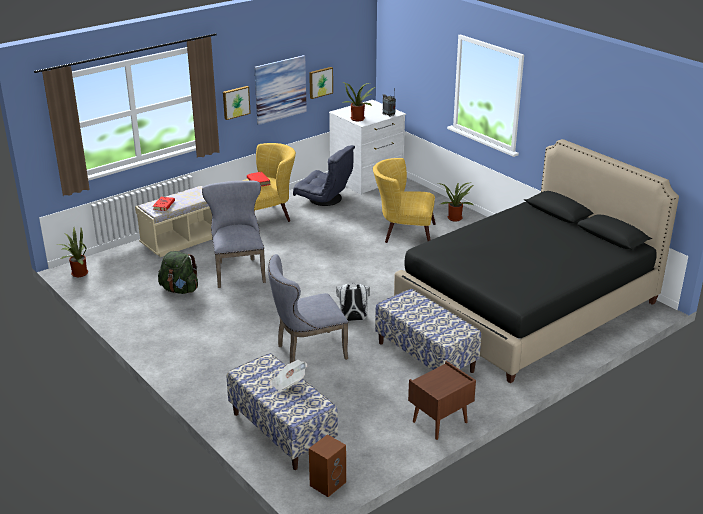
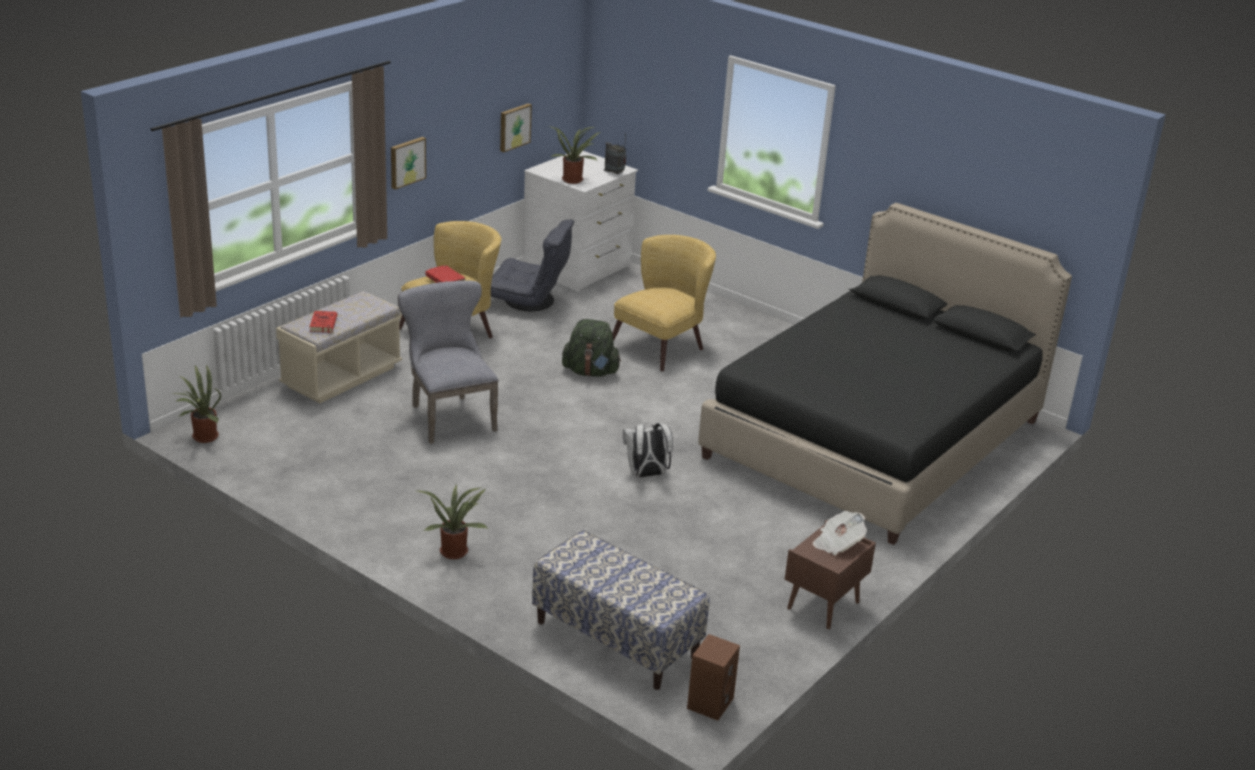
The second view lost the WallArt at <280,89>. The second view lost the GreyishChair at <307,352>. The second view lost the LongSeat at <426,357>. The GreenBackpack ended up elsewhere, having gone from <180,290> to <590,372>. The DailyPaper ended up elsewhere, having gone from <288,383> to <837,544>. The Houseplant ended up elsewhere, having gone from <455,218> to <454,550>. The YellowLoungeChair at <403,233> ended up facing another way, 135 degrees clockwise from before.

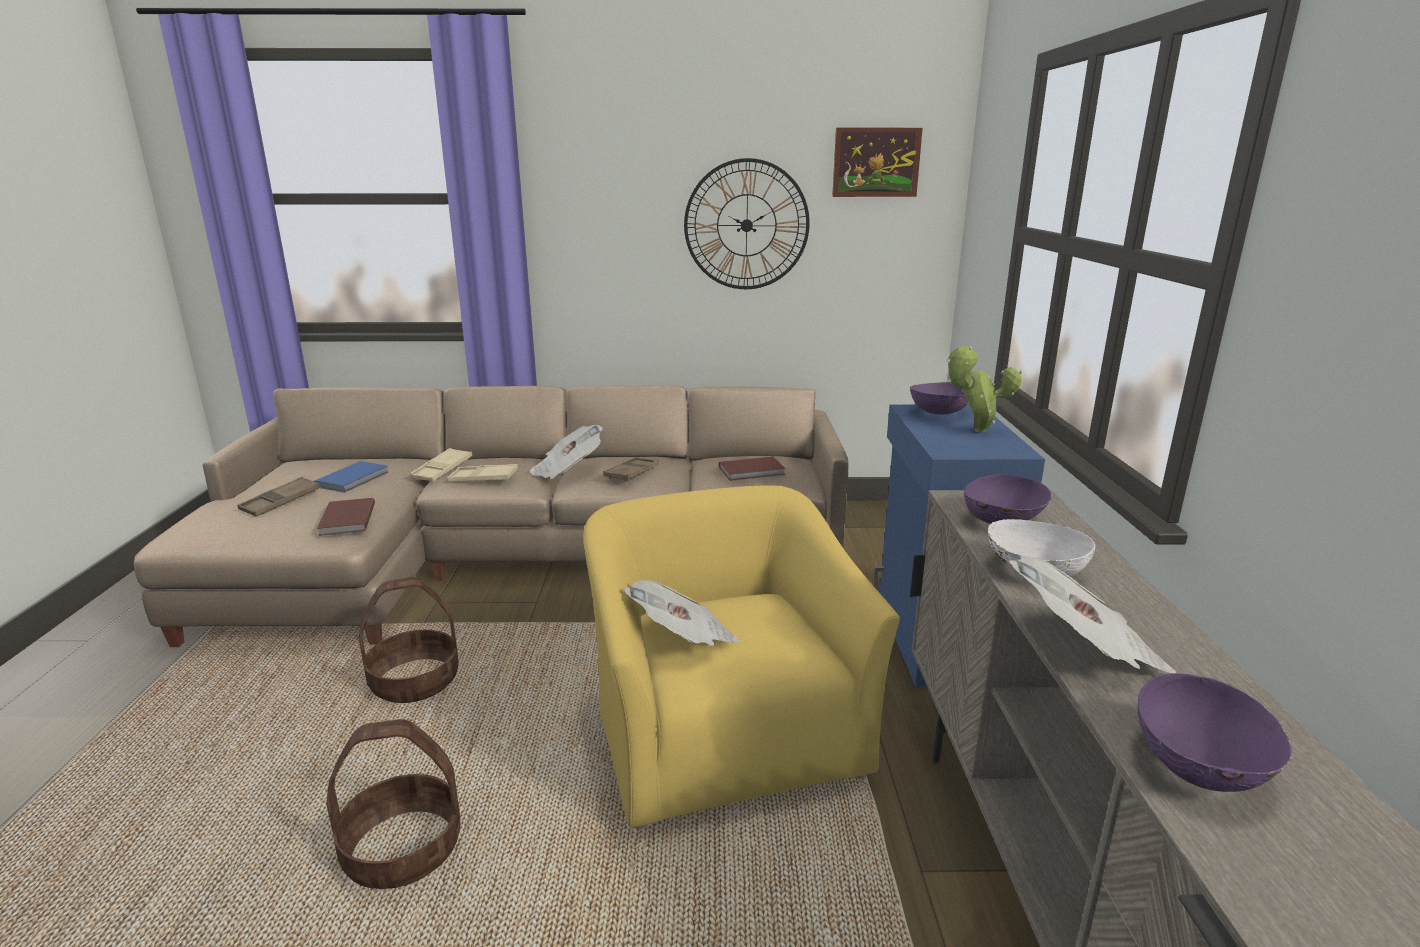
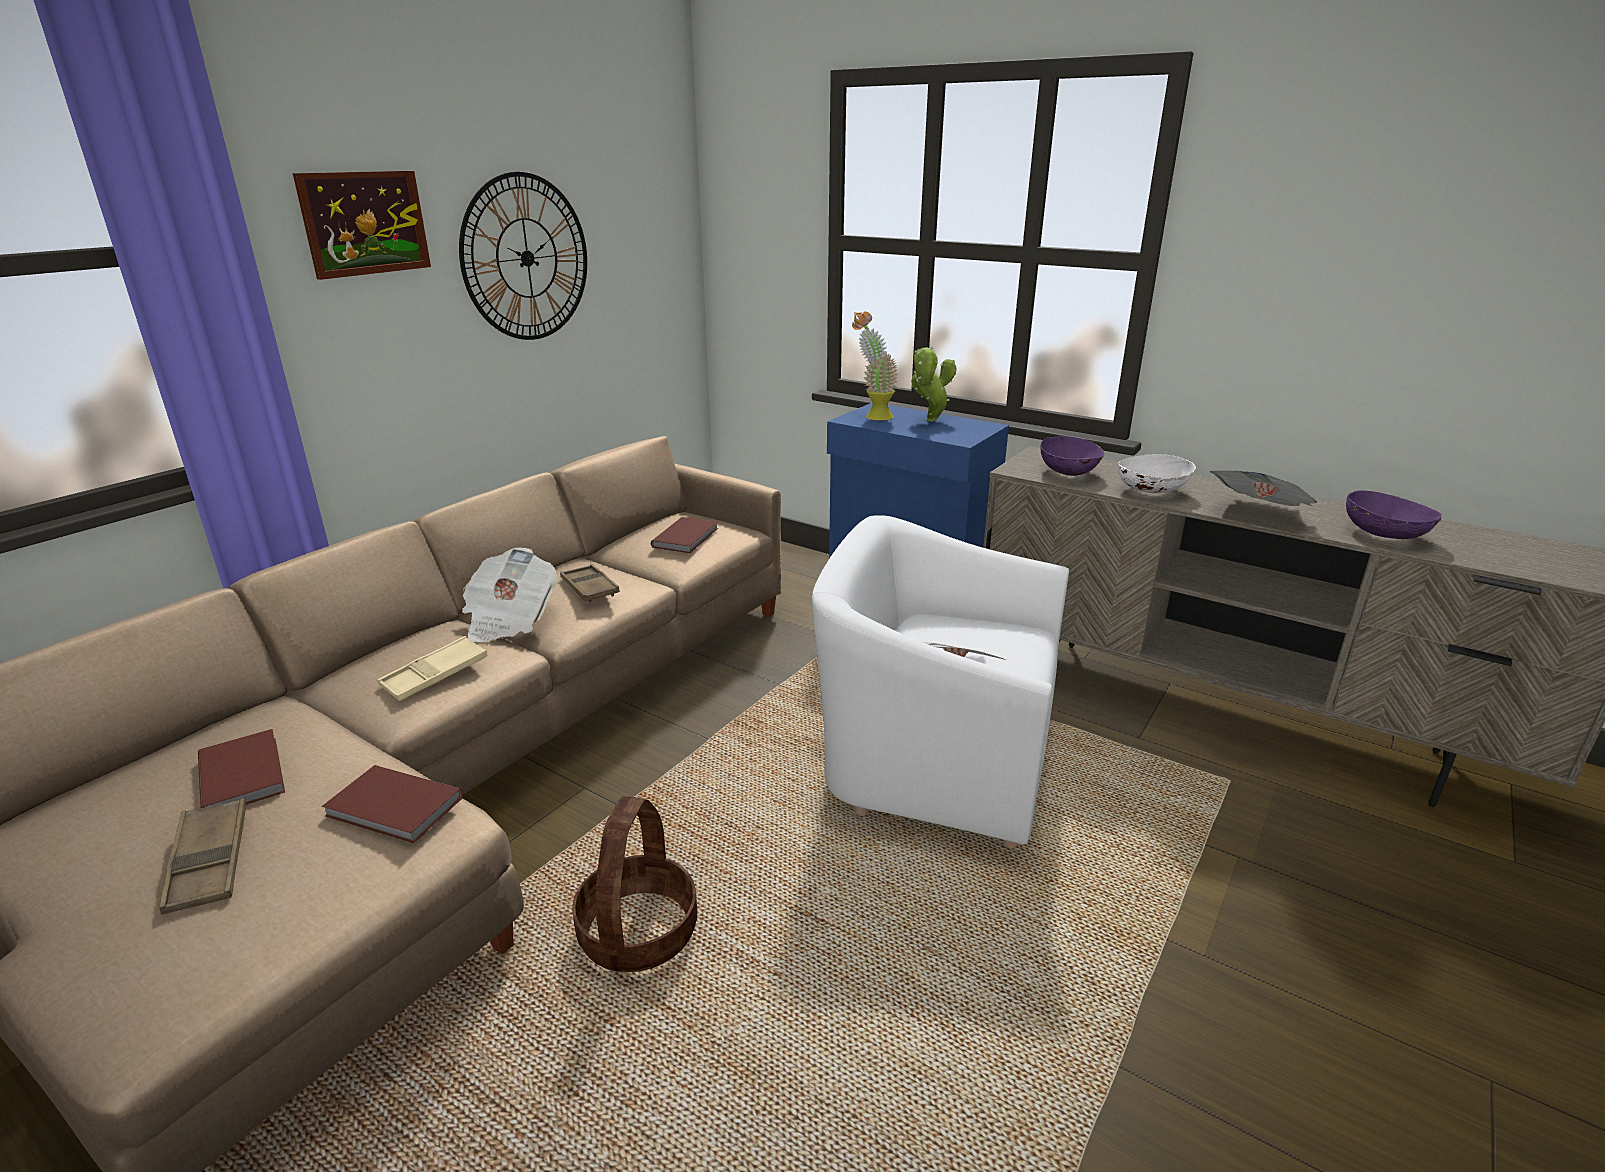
The second view lost the Basket at <404,849>. The second view lost the SandColouredServingTray at <442,469>. The WallArt ended up elsewhere, having gone from <876,162> to <365,223>. Where the PurpleServingBowl stood at <939,412>, the Houseplant came to stand at <872,416>. What was the BlueBoundBook at <354,479> turned into the BrownishBoundBook at <245,773>. What was the YellowLoungeChair at <724,736> turned into the WhitishLoungeChair at <934,758>.

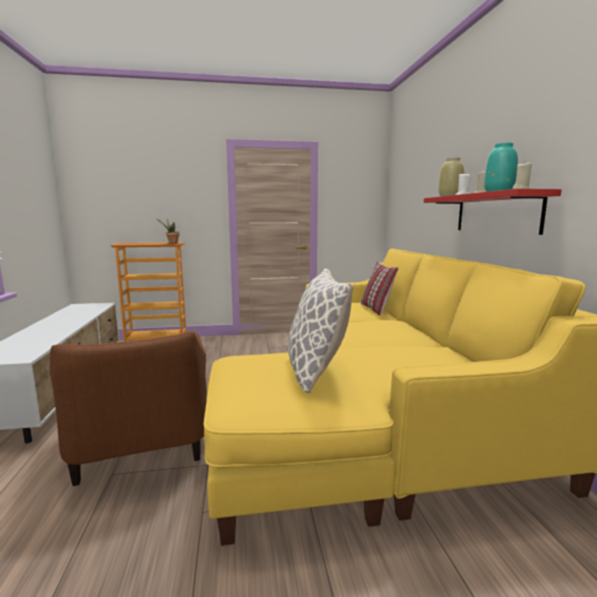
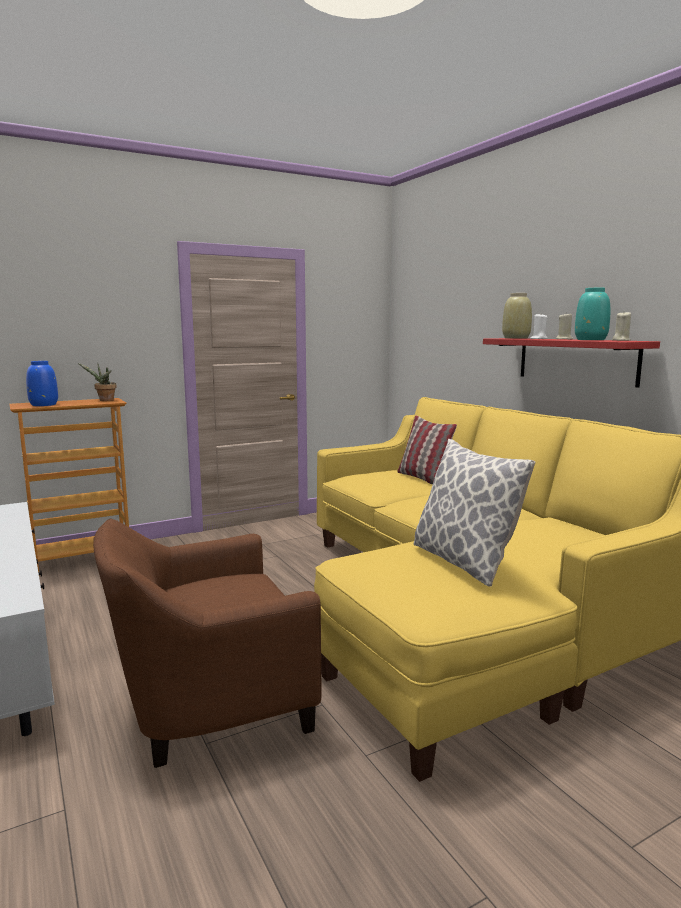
The second view gained the BlueFlowerVase at <44,404>. The BrownishLoungeChair at <141,445> ended up facing another way, 105 degrees clockwise from before.

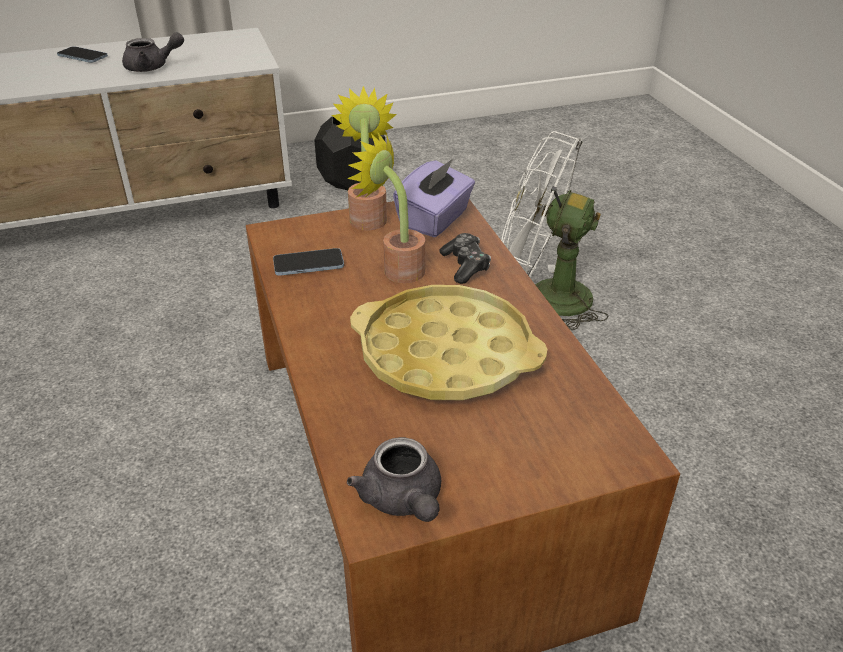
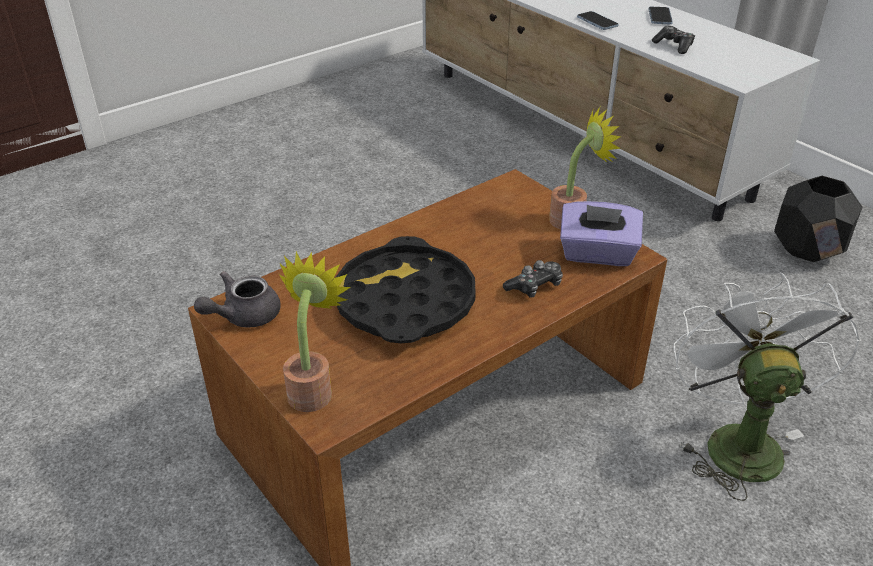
The Telephone ended up elsewhere, having gone from <308,264> to <597,22>. The Houseplant ended up elsewhere, having gone from <397,268> to <313,389>. Where the GreyishPotForTea stood at <152,67>, the Joypad came to stand at <674,46>. What was the YellowServingTray at <446,354> turned into the BlackServingTray at <405,301>.

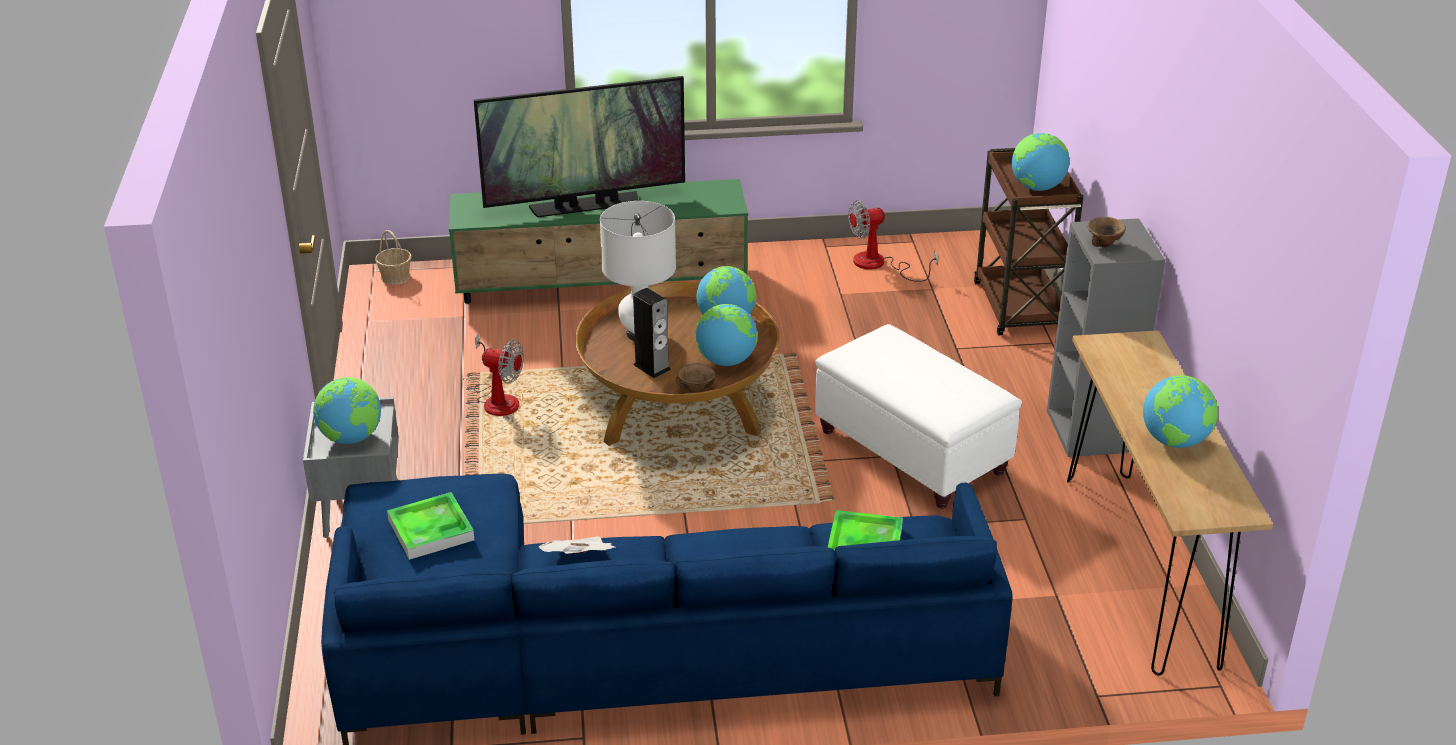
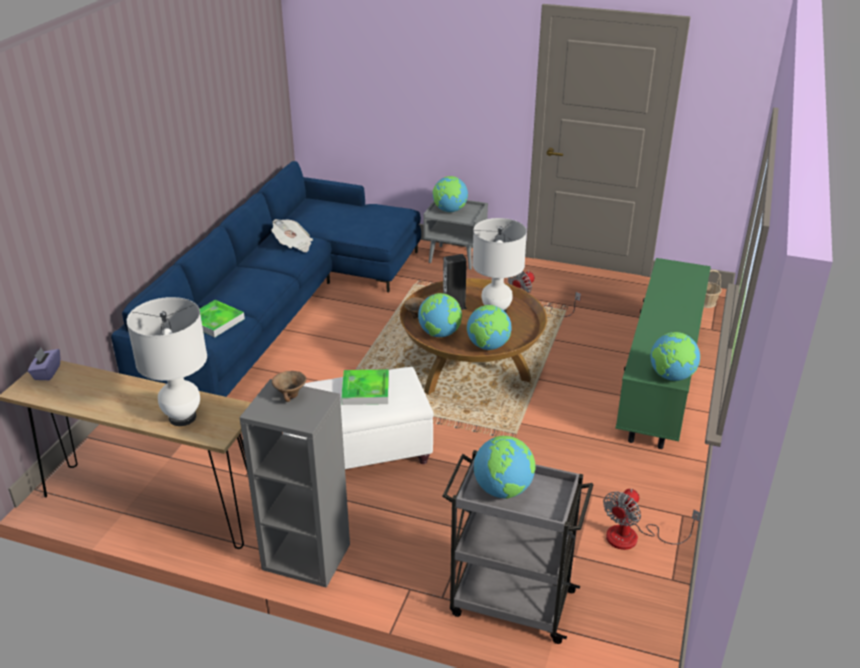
The second view lost the Television at <585,205>. The second view gained the PurpleBoxOfTissues at <47,372>. The second view gained the WhitishTabletopLamp at <183,417>. The ServingTray ended up elsewhere, having gone from <431,530> to <365,390>. The WorldGlobe ended up elsewhere, having gone from <1175,441> to <671,376>. What was the BrownishCart at <1019,309> turned into the GreyishCart at <510,602>. The ElectricFan at <879,265> ended up facing another way, 150 degrees counterclockwise from before.

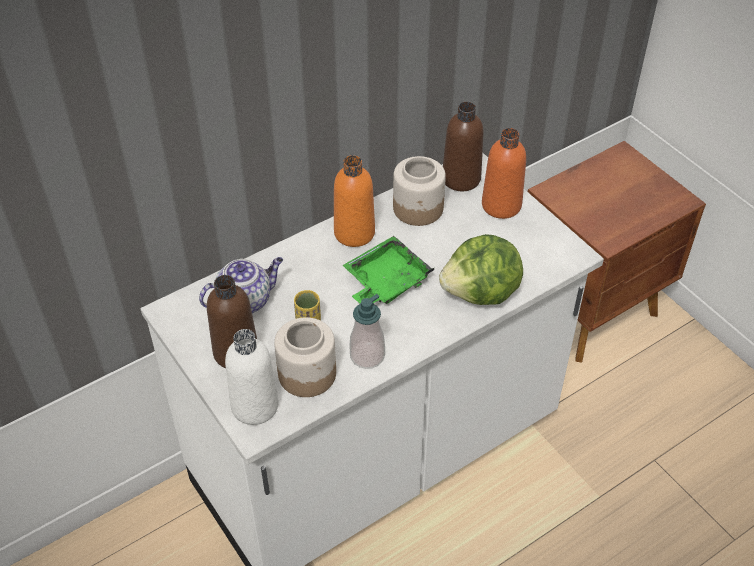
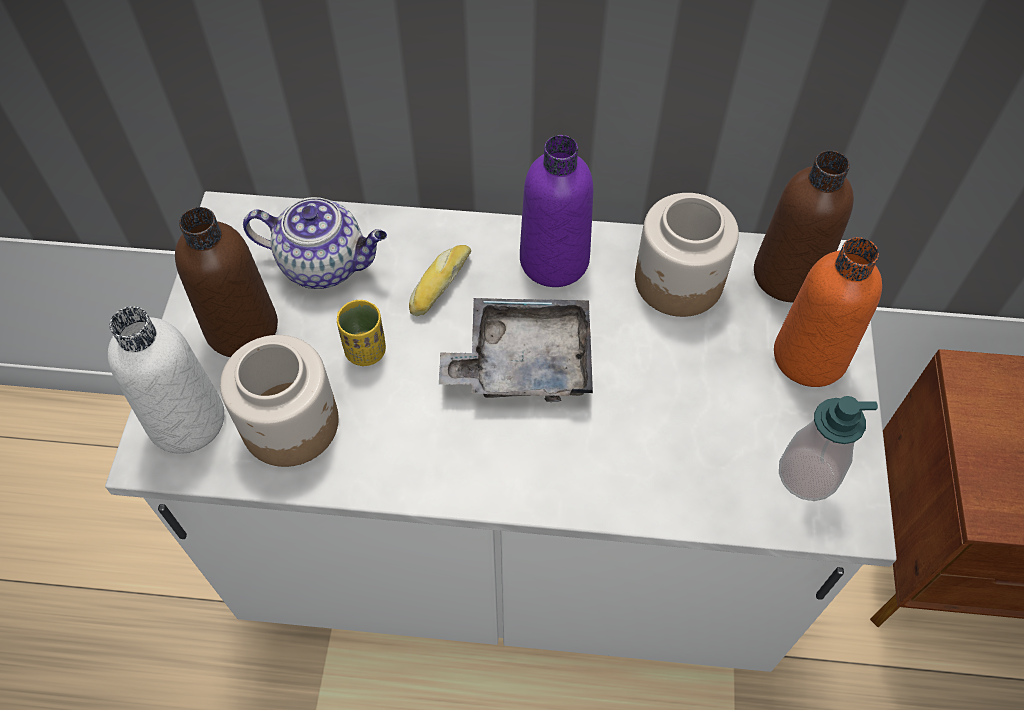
The second view lost the HeadOfLettuce at <481,293>. The second view gained the Bread at <439,284>. The SoapDispenser ended up elsewhere, having gone from <367,356> to <807,474>. What was the OrangeyDrinkBottle at <354,233> turned into the PurpleDrinkBottle at <554,260>. What was the GreenServingTray at <385,282> turned into the GreyishServingTray at <523,362>.

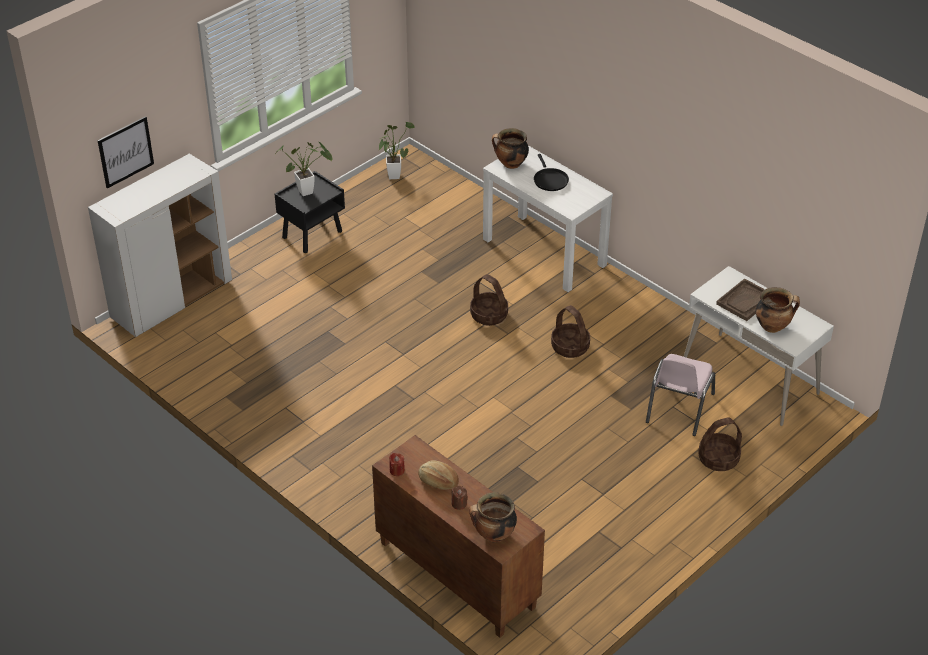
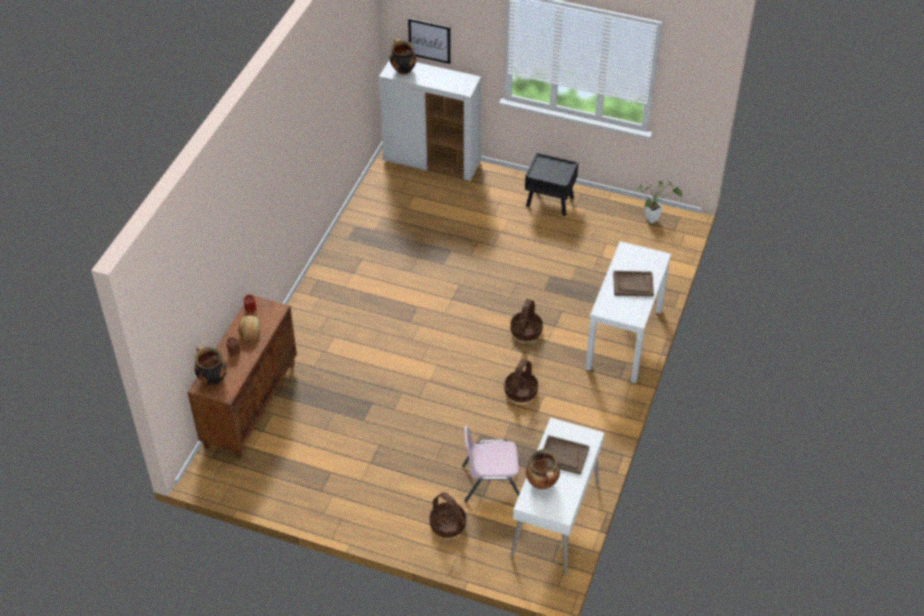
The second view lost the Houseplant at <309,191>. The Saucepot ended up elsewhere, having gone from <510,164> to <402,70>. Where the BlackFryingPan stood at <550,180>, the BrownishServingTray came to stand at <633,284>.

